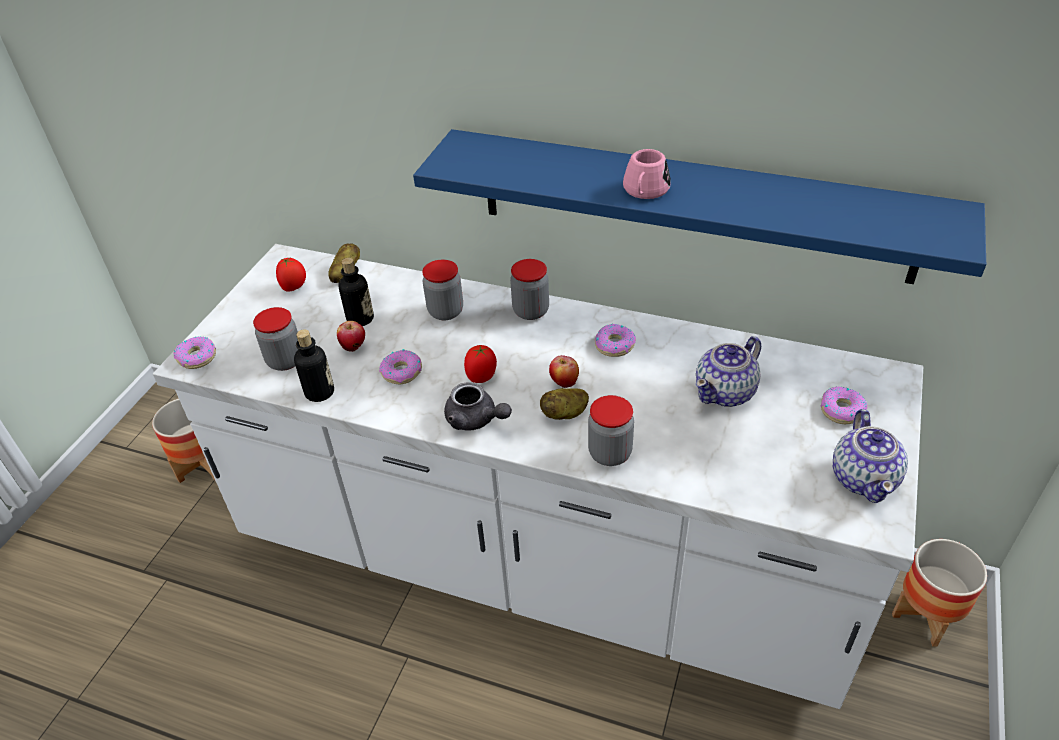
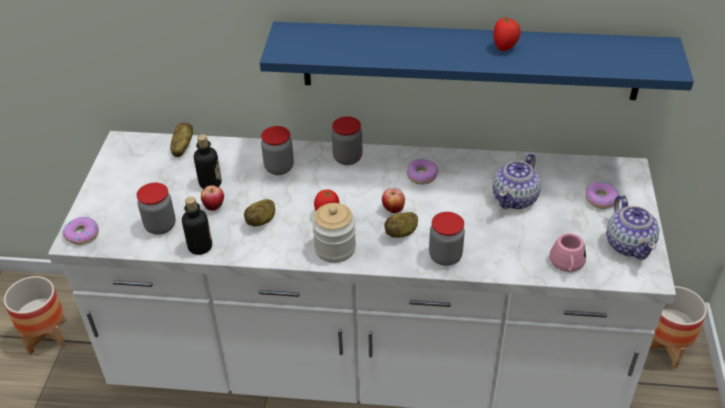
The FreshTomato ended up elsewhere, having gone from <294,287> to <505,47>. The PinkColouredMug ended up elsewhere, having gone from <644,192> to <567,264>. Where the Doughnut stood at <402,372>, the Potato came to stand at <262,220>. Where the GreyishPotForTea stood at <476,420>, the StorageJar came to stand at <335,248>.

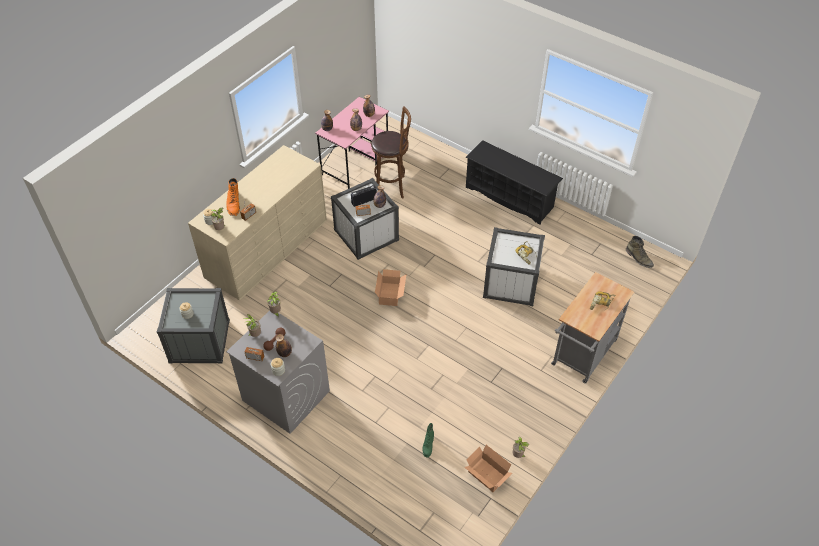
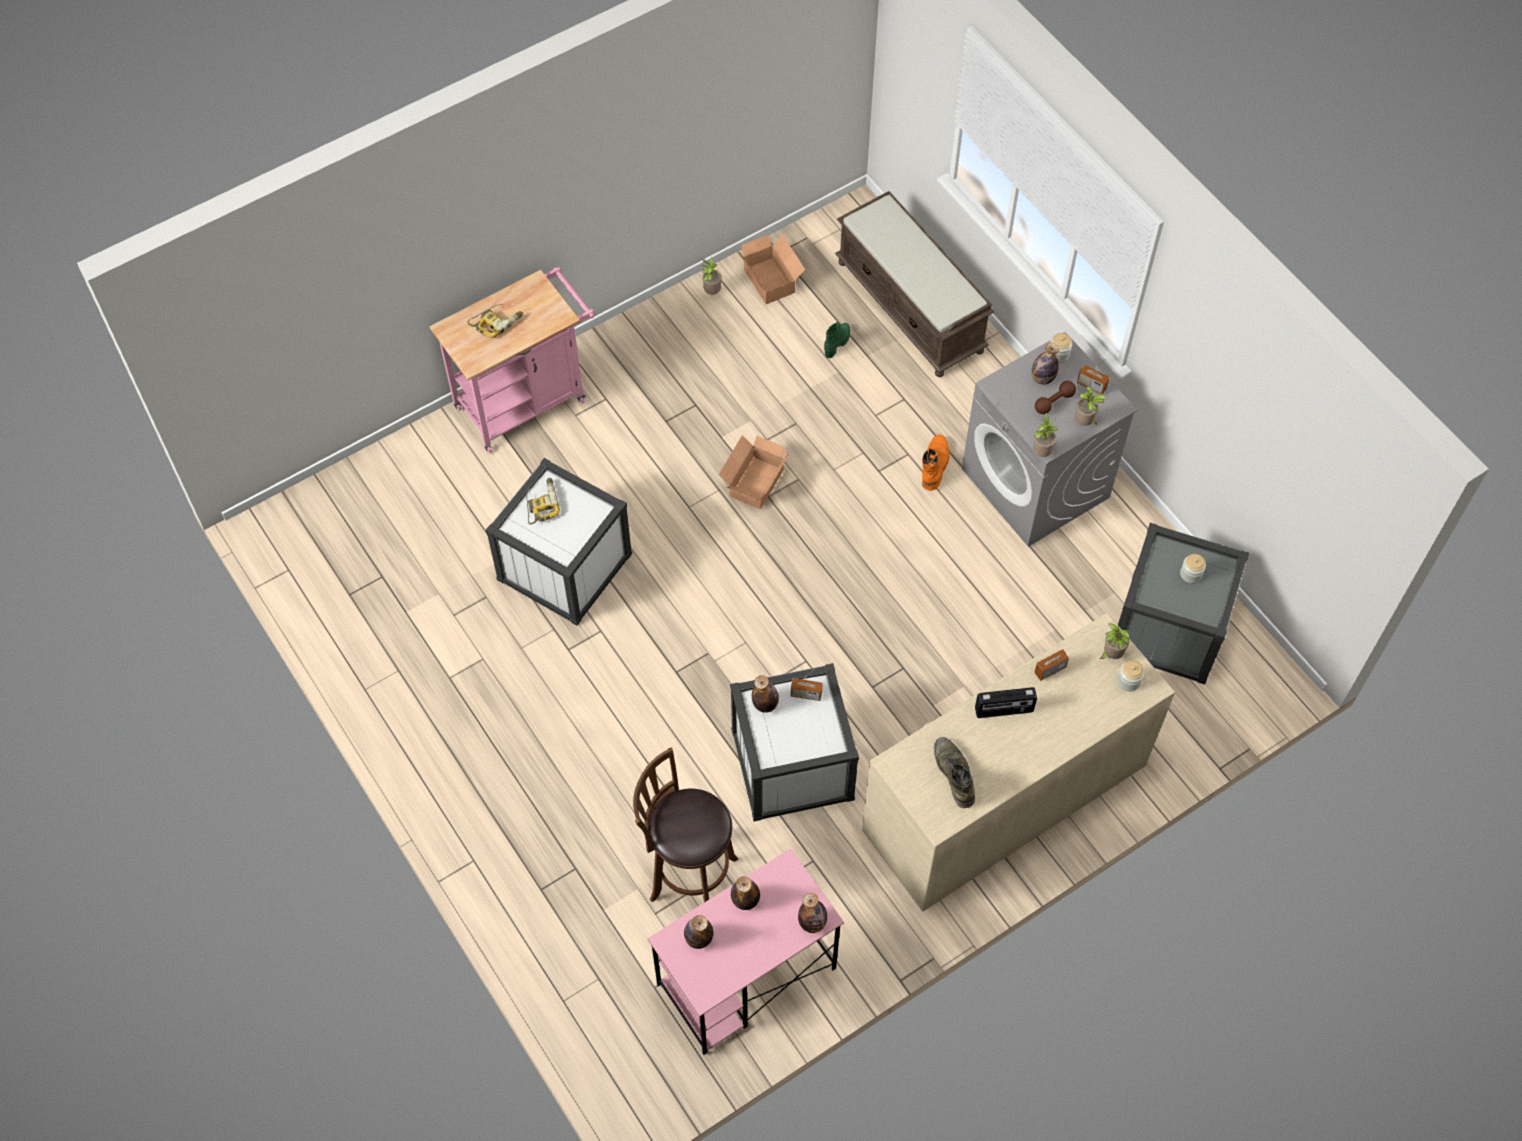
The second view lost the BlackShoeRack at <509,197>. The second view gained the BrownishLongSeat at <911,307>. The OrangeyBoot ended up elsewhere, having gone from <233,204> to <935,464>. The Radio ended up elsewhere, having gone from <364,201> to <1004,710>. The Carton ended up elsewhere, having gone from <391,294> to <753,483>. The GreenBoot ended up elsewhere, having gone from <639,258> to <954,774>. What was the GreyishCart at <582,356> turned into the PinkColouredCart at <527,400>.

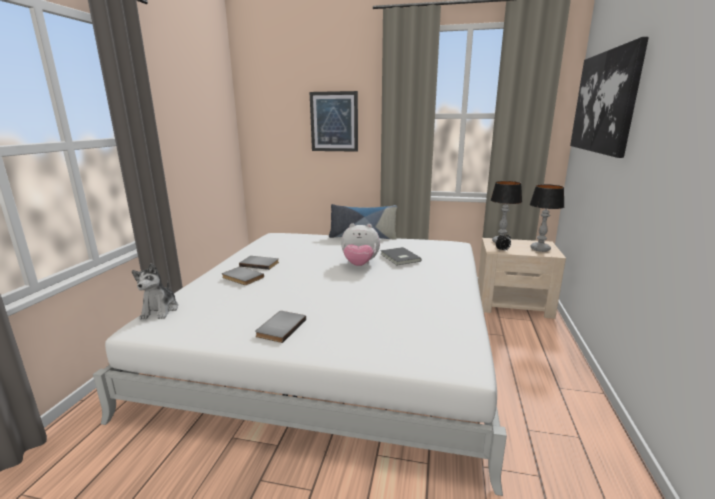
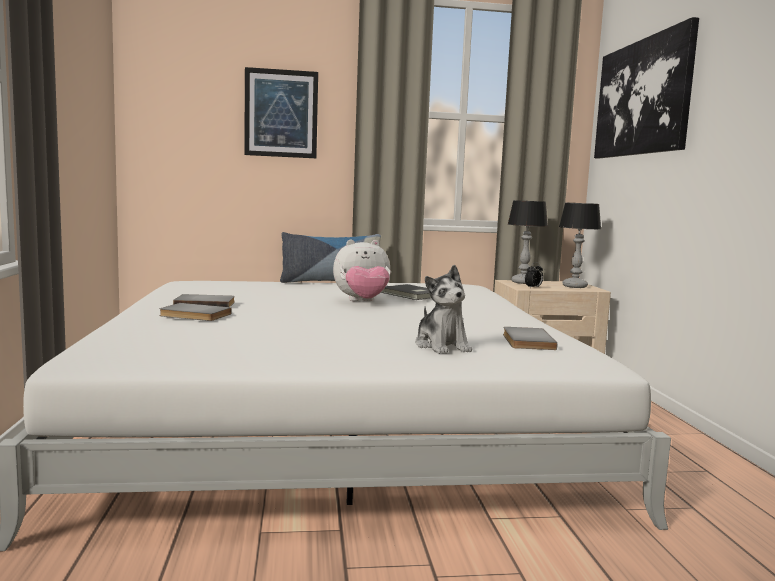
The SoftToy ended up elsewhere, having gone from <160,310> to <442,346>. The GreyishBoundBook ended up elsewhere, having gone from <279,327> to <525,341>.

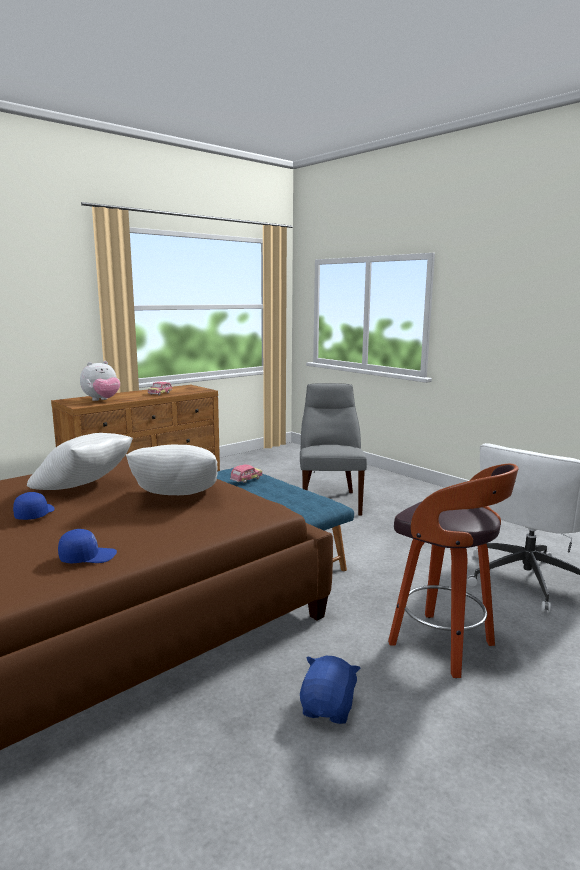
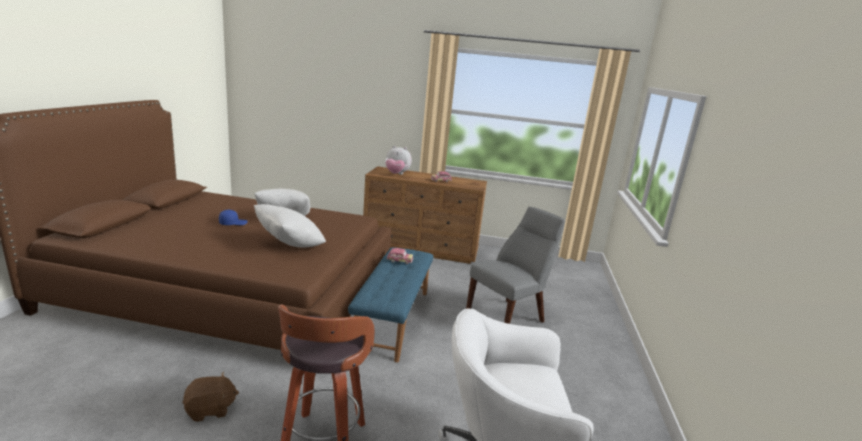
The second view lost the BluePeakedCap at <88,557>. What was the BlueSoftToy at <328,708> turned into the BrownishSoftToy at <210,410>.

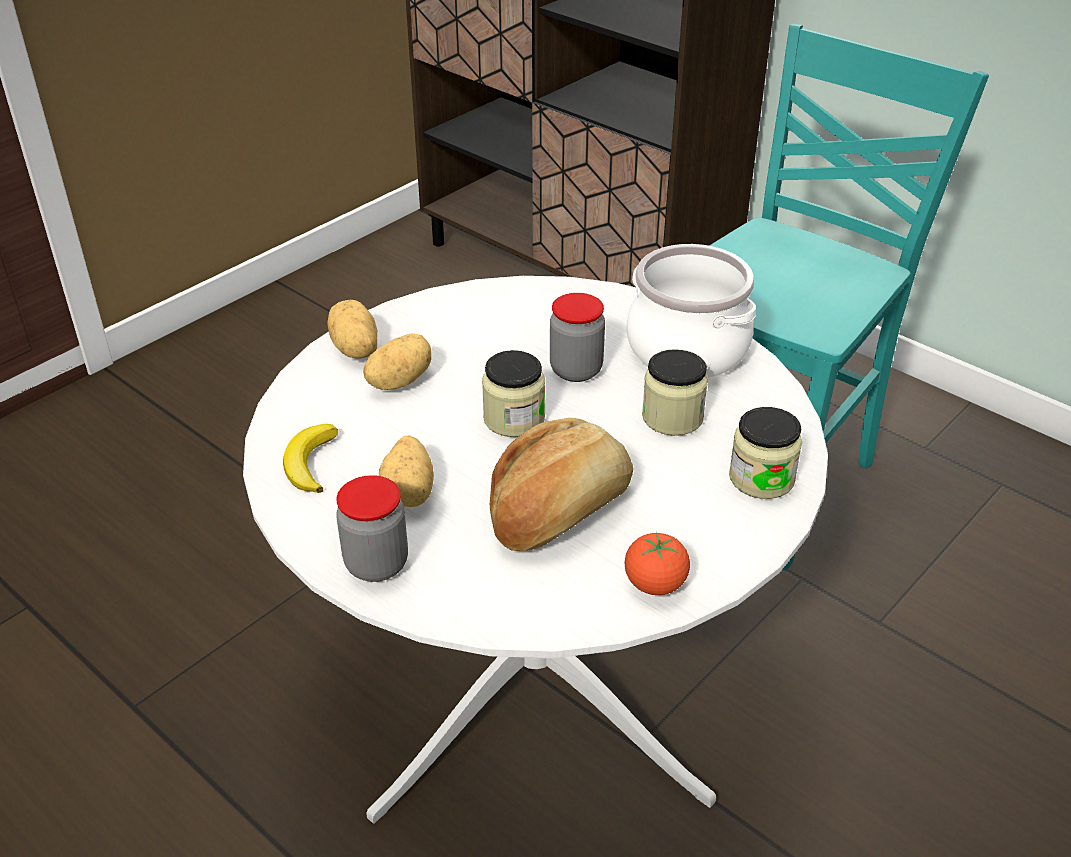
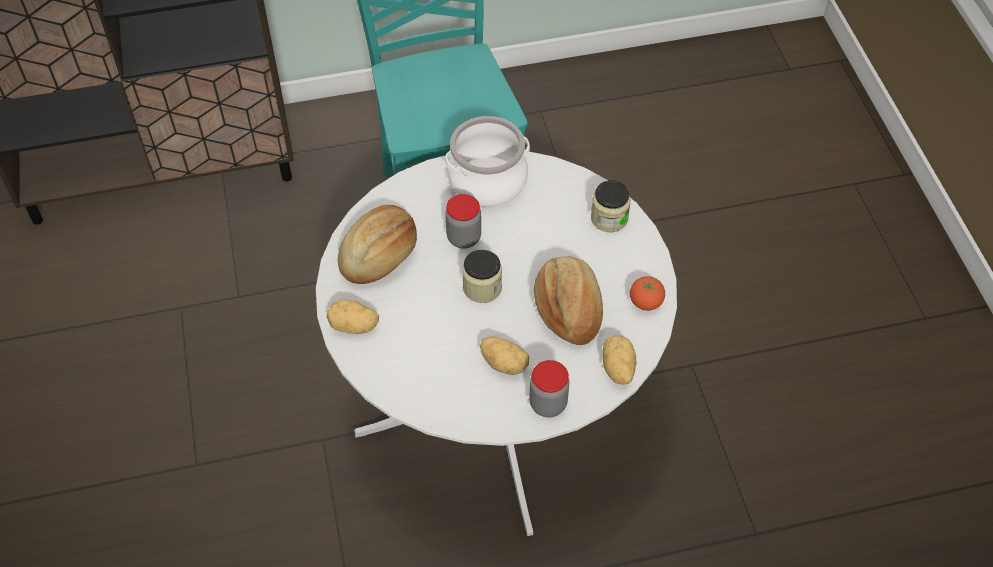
The second view lost the BananaFruit at <310,463>. The second view lost the StorageJar at <672,417>. The second view gained the Bread at <380,255>. The Potato ended up elsewhere, having gone from <398,381> to <617,369>.

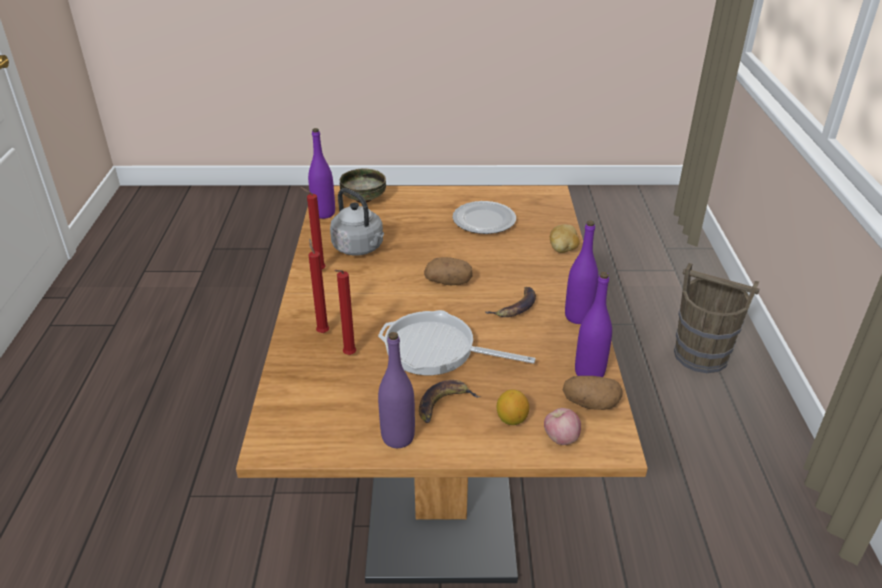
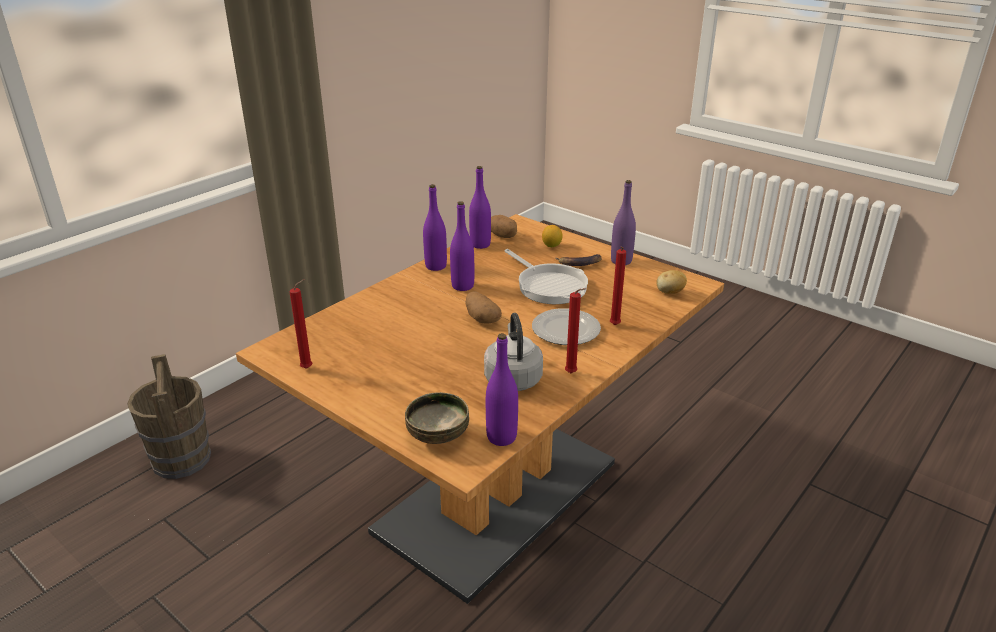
The second view lost the Apple at <560,438>. The RedColouredWaxLight ended up elsewhere, having gone from <348,356> to <308,368>. The FlatDish ended up elsewhere, having gone from <484,221> to <566,330>. The Potato ended up elsewhere, having gone from <563,250> to <669,292>. Where the BananaFruit stood at <515,306>, the PurpleDrinkBottle came to stand at <462,286>.

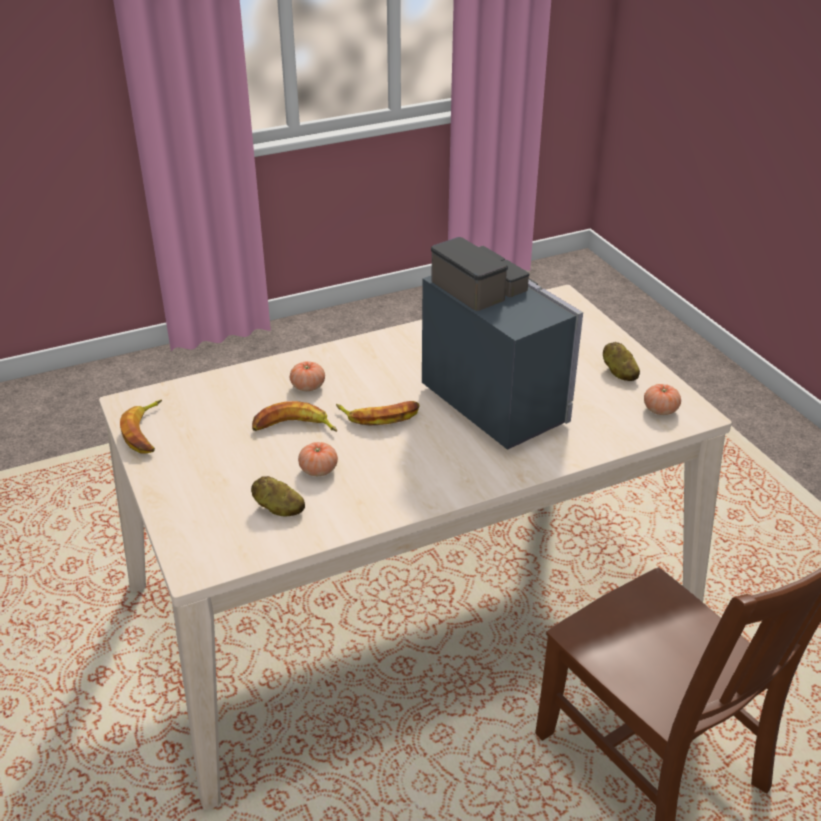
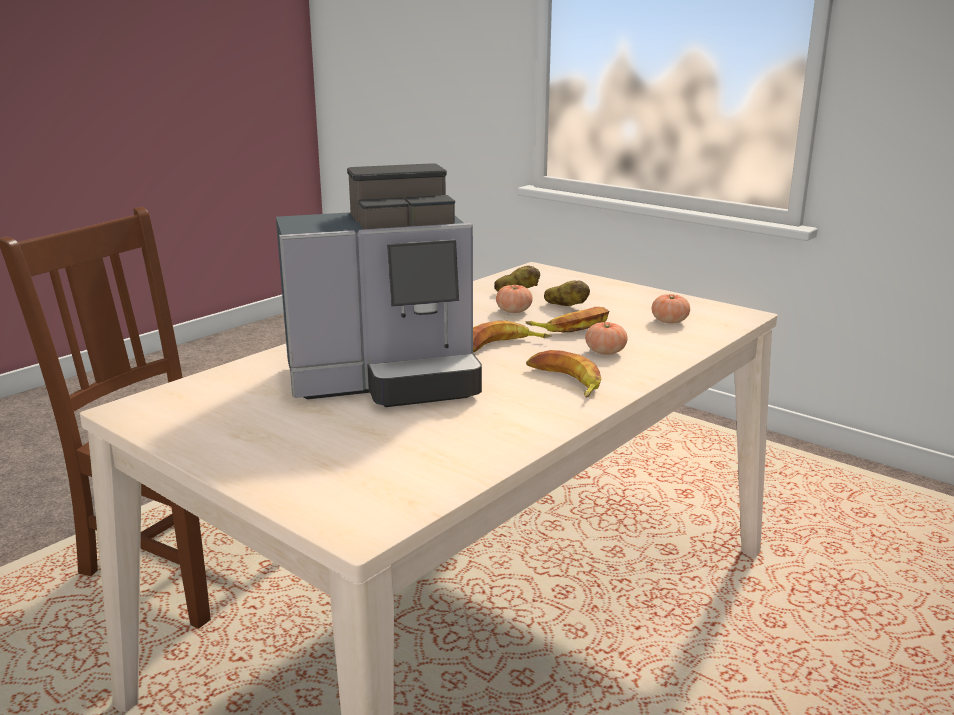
The BananaFruit ended up elsewhere, having gone from <145,432> to <564,382>. The Potato ended up elsewhere, having gone from <619,372> to <566,306>. The FreshTomato ended up elsewhere, having gone from <660,410> to <669,321>. The CoffeeMaker at <497,399> ended up facing another way, 45 degrees counterclockwise from before.

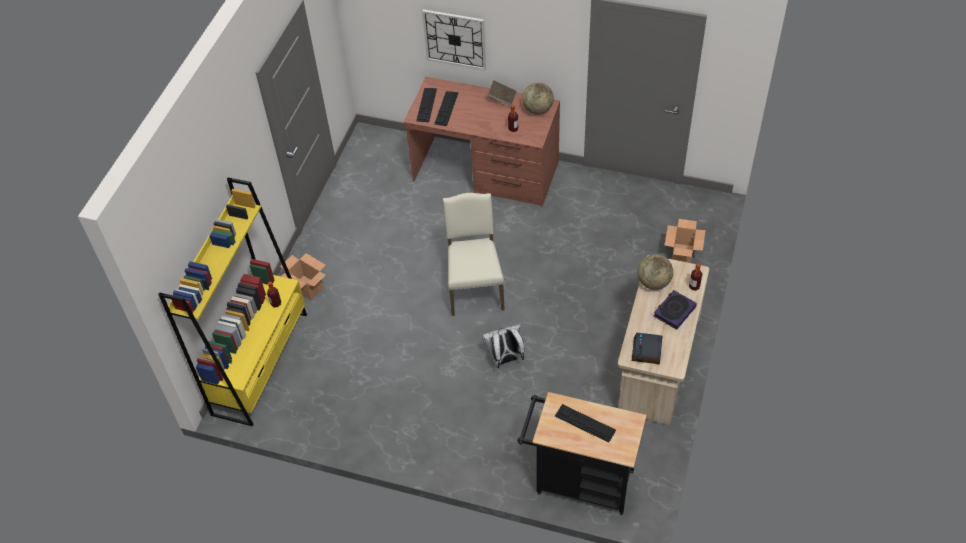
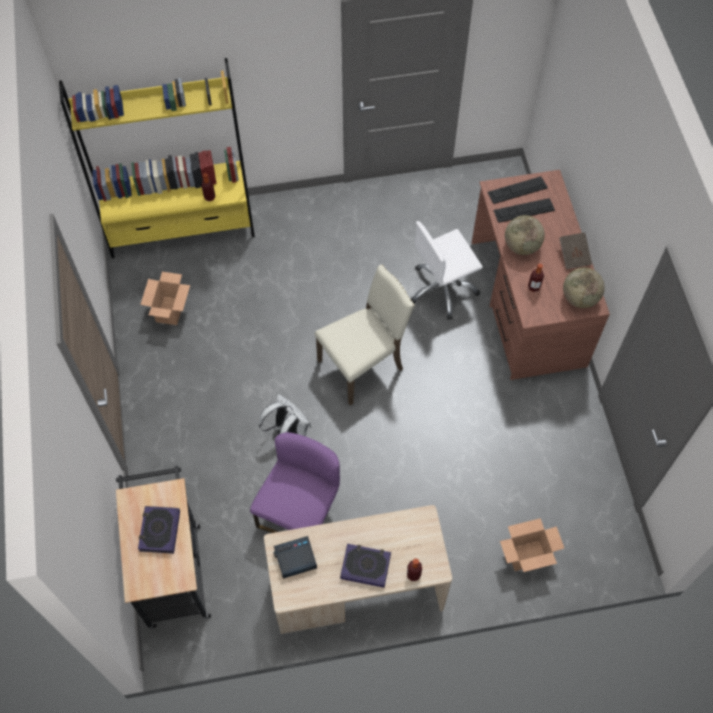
The second view lost the WallClock at <455,39>. The second view gained the PurpleChair at <300,512>. The second view gained the WhitishComputerChair at <443,289>. The Carton ended up elsewhere, having gone from <307,287> to <170,310>. The WorldGlobe ended up elsewhere, having gone from <653,282> to <522,246>. Where the Keyboard stood at <585,423>, the BoundBook came to stand at <159,531>.

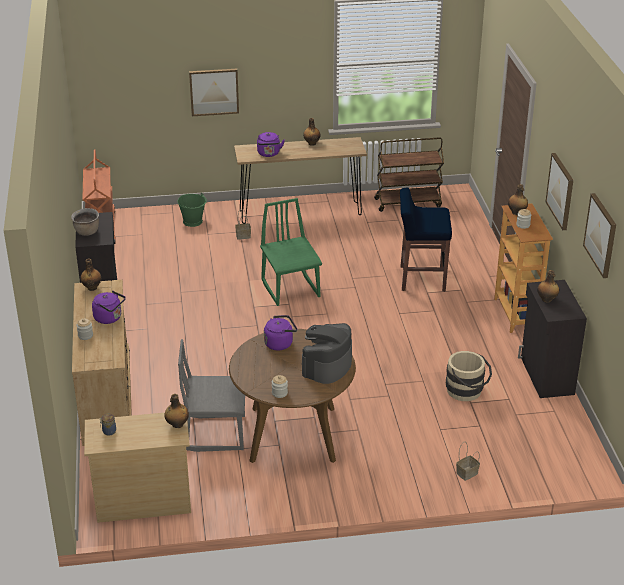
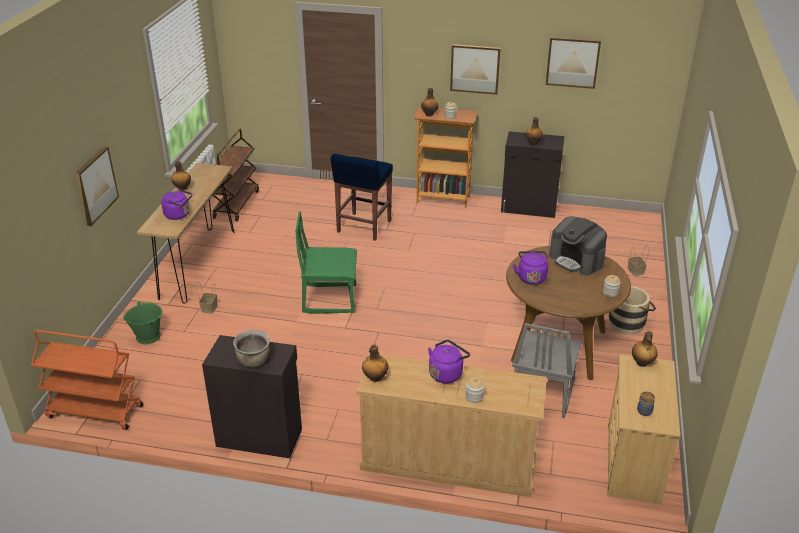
The SandColouredBucket ended up elsewhere, having gone from <467,392> to <629,323>.

